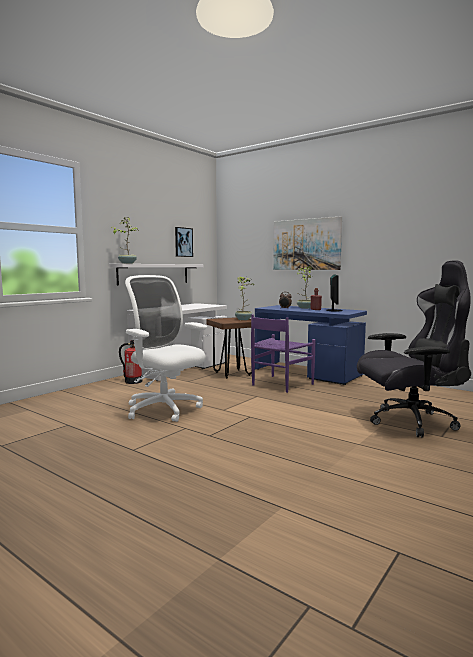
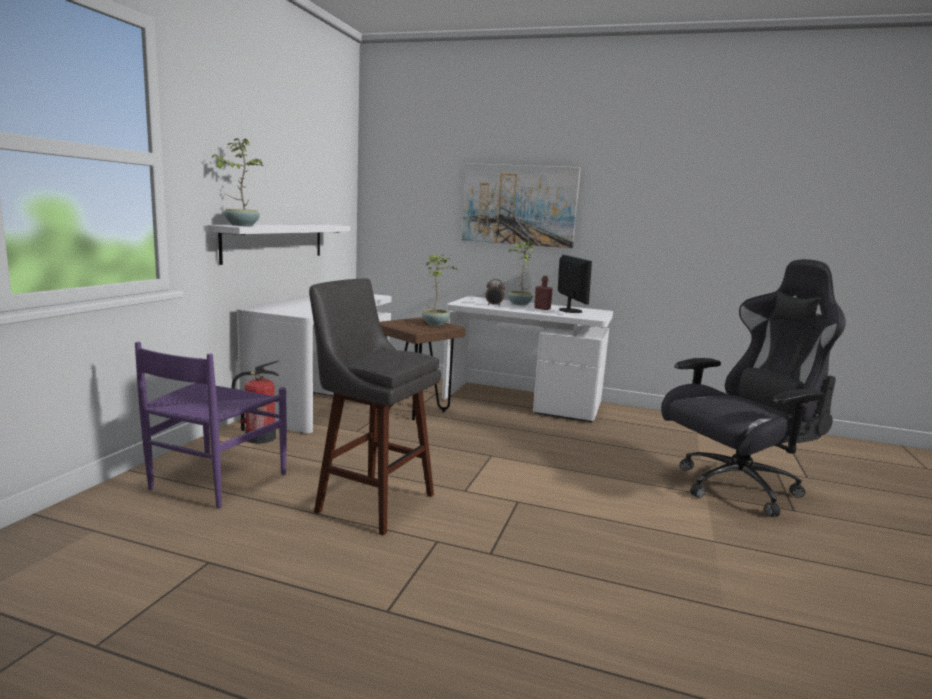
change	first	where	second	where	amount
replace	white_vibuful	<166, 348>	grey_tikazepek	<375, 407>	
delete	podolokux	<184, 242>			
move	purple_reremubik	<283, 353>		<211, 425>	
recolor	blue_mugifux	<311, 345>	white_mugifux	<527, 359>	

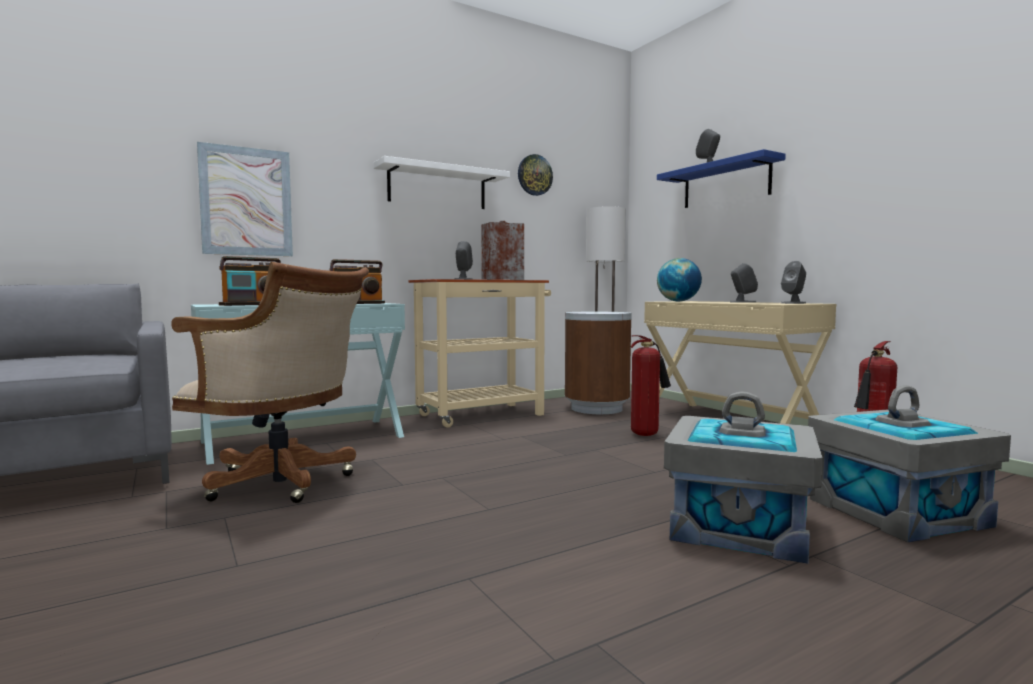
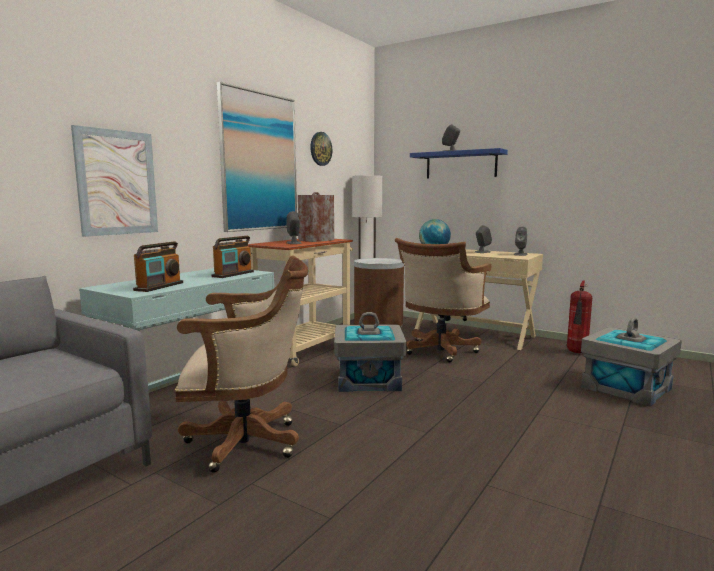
change	first	where	second	where	amount
replace	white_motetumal	<441, 182>	podolokux	<257, 157>	
replace	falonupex	<651, 385>	vibuful	<443, 300>	
move	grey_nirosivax	<743, 478>		<370, 352>	

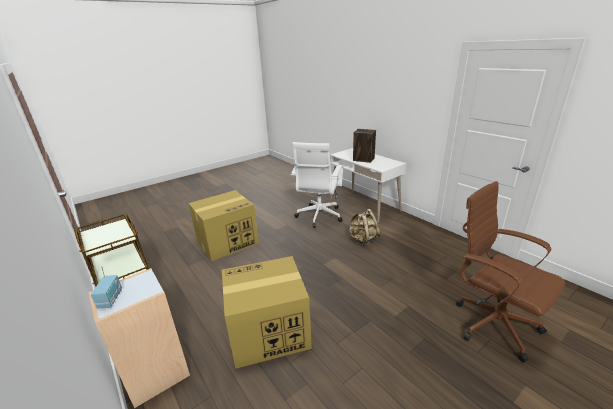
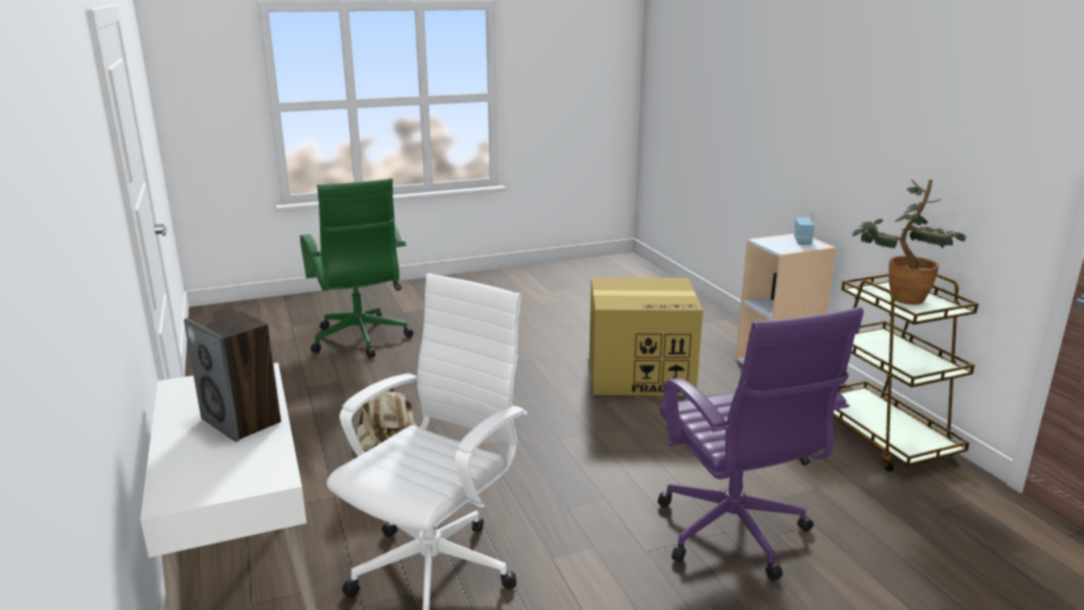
change	first	where	second	where	amount
replace	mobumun	<224, 225>	purple_vibuful	<761, 444>	
recolor	brown_vibuful	<510, 271>	green_vibuful	<356, 268>	
insert			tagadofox	<909, 242>	

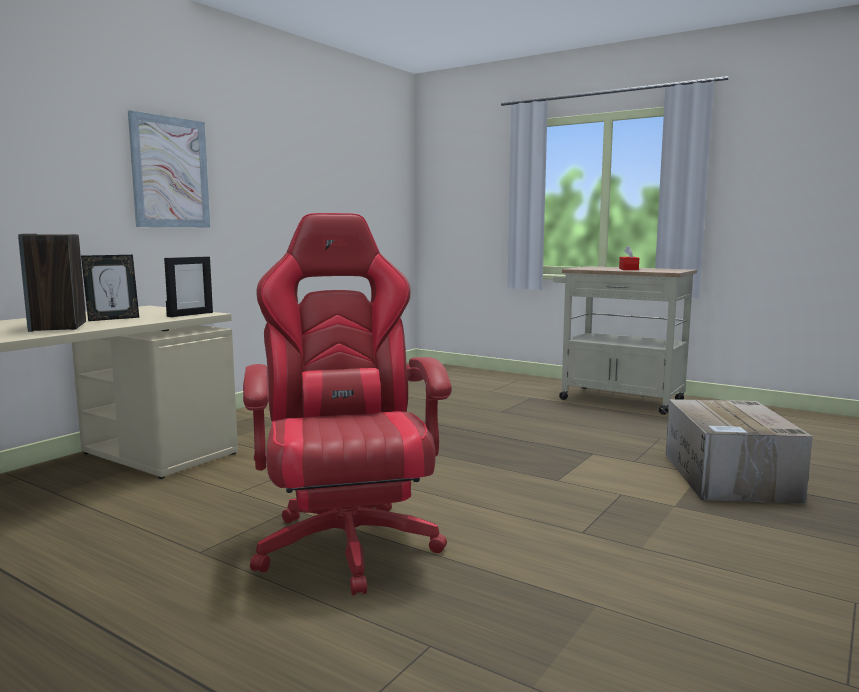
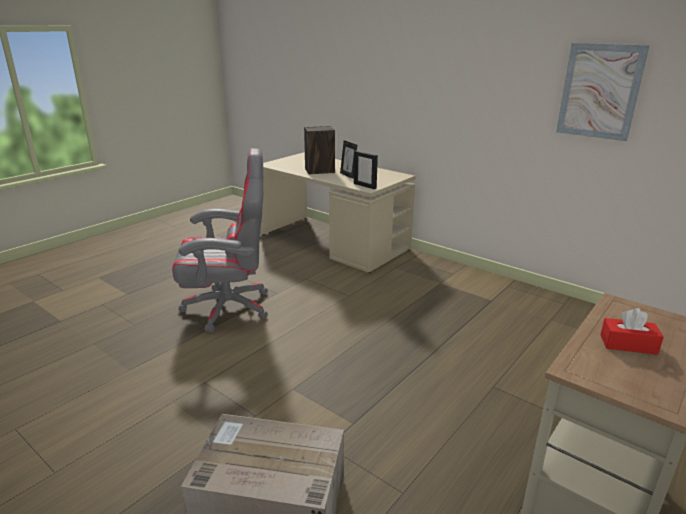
change	first	where	second	where	amount
move	podolokux	<169, 168>		<603, 92>	
recolor	red_vibuful	<347, 404>	grey_vibuful	<220, 240>	

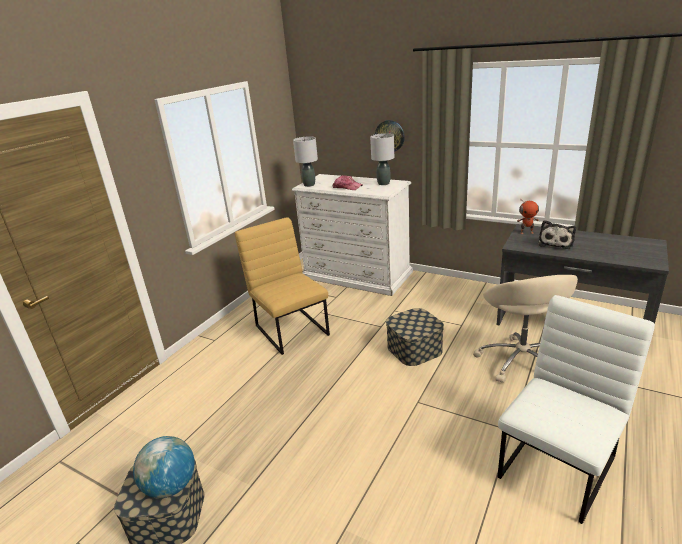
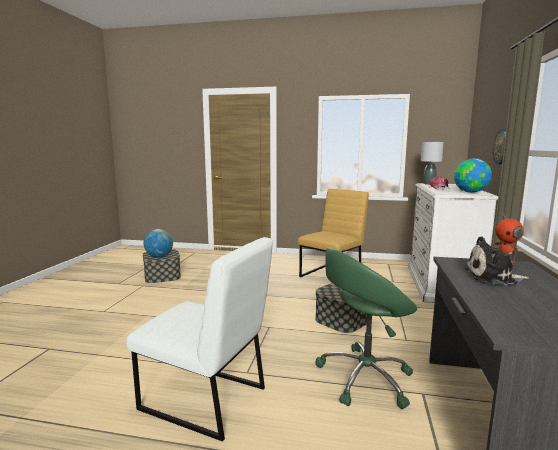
change	first	where	second	where	amount
replace	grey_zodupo	<382, 159>	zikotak	<473, 176>	
recolor	beige_vibuful	<525, 329>	green_vibuful	<366, 328>	

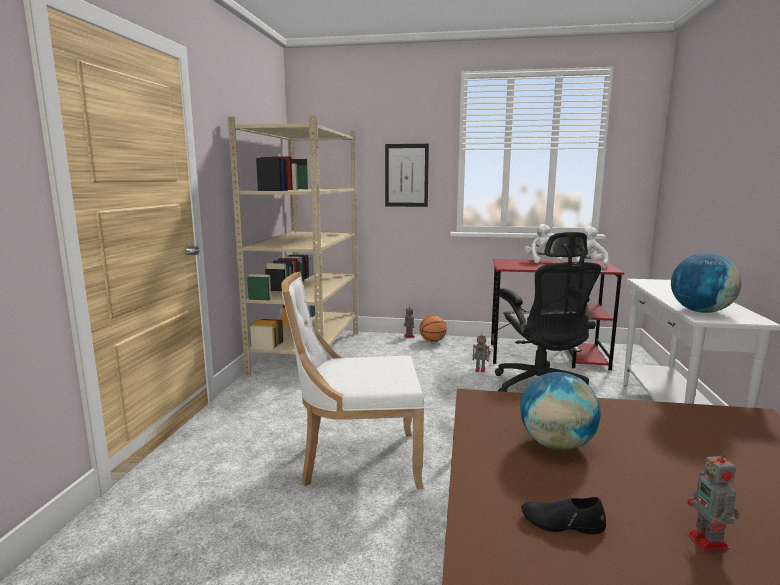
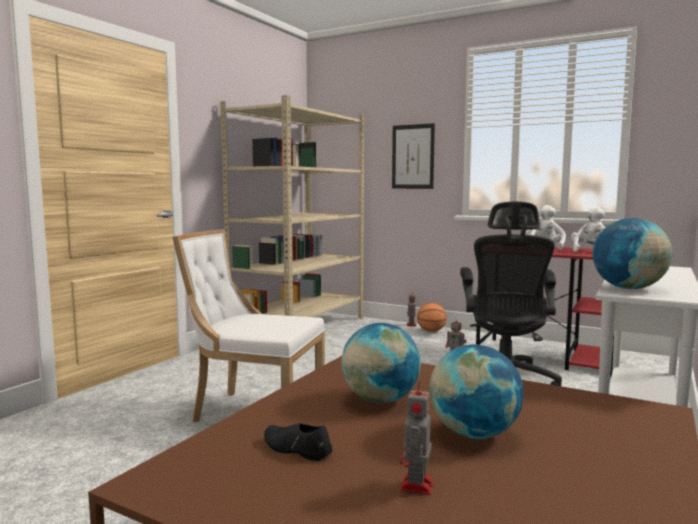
change	first	where	second	where	amount
insert			zikotak	<476, 391>	

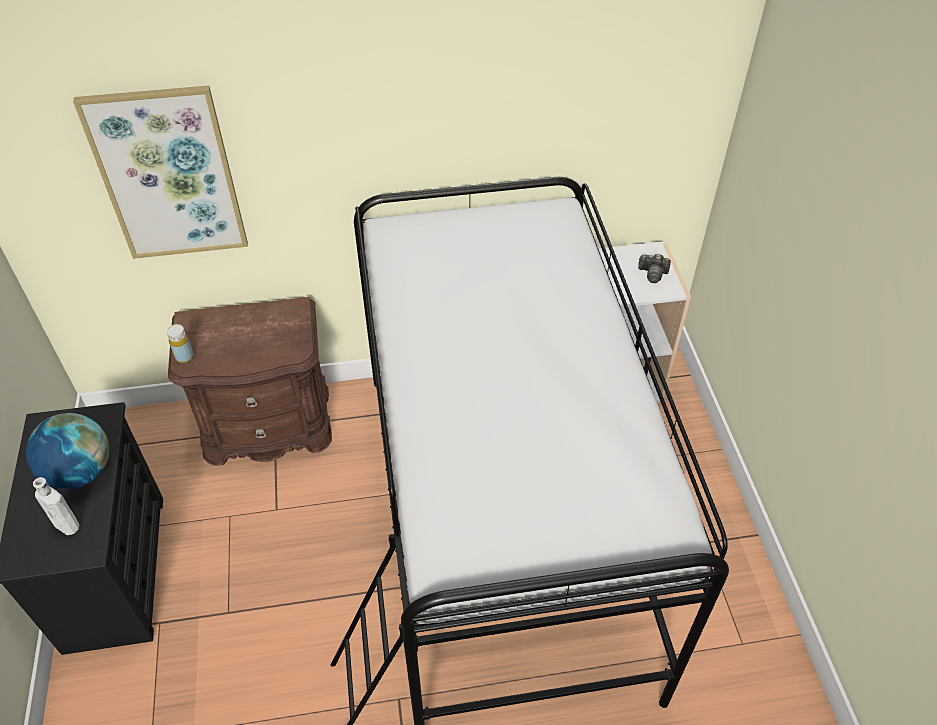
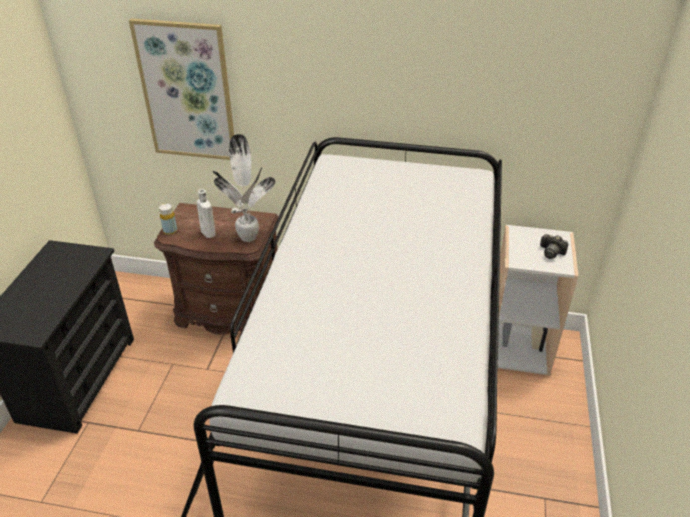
change	first	where	second	where	amount
delete	zikotak	<67, 451>			
move	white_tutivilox	<56, 506>		<206, 213>	
insert			tagadofox	<244, 188>	

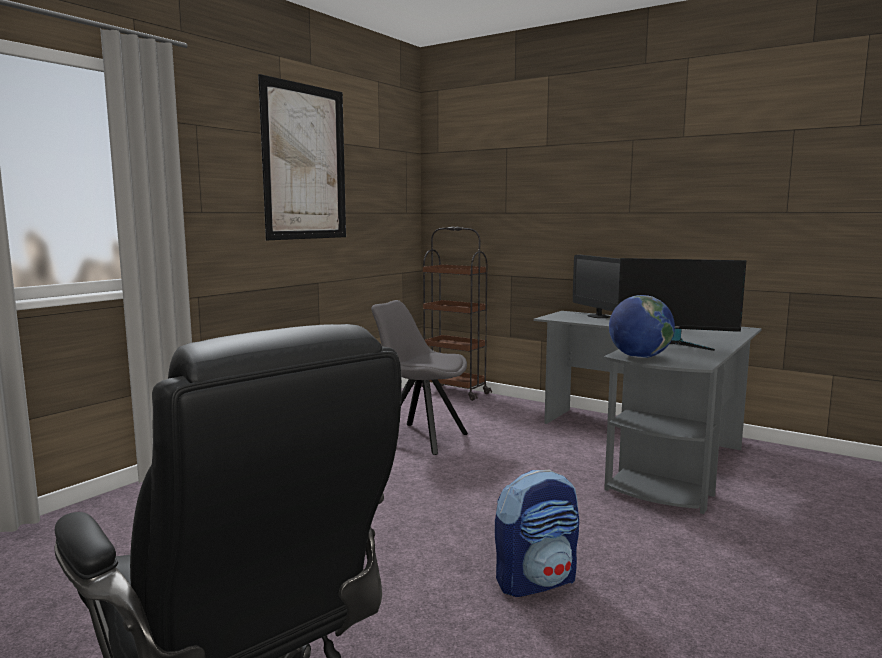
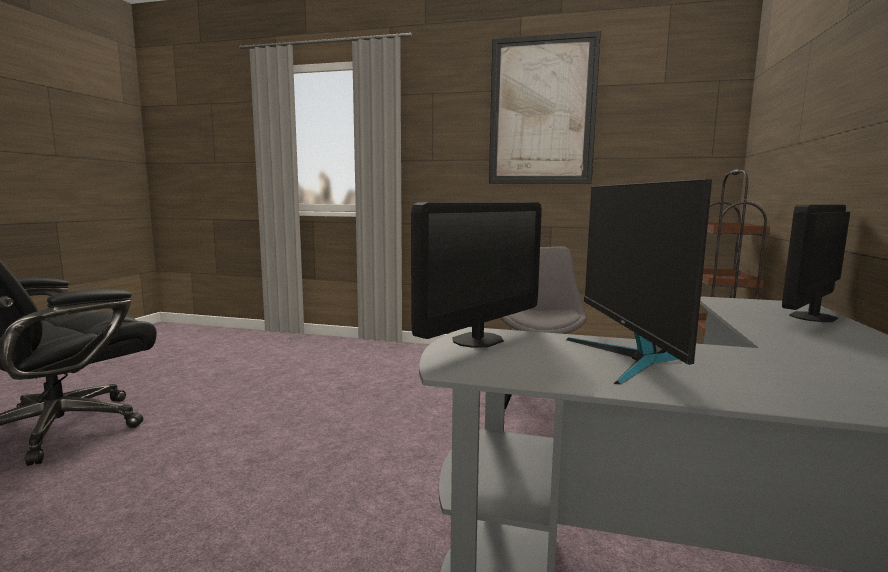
change	first	where	second	where	amount
delete	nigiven	<537, 533>			
replace	zikotak	<642, 326>	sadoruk	<476, 275>	

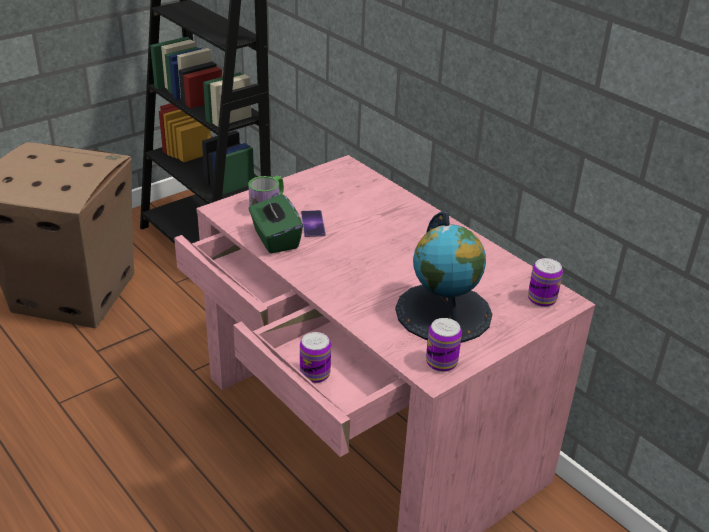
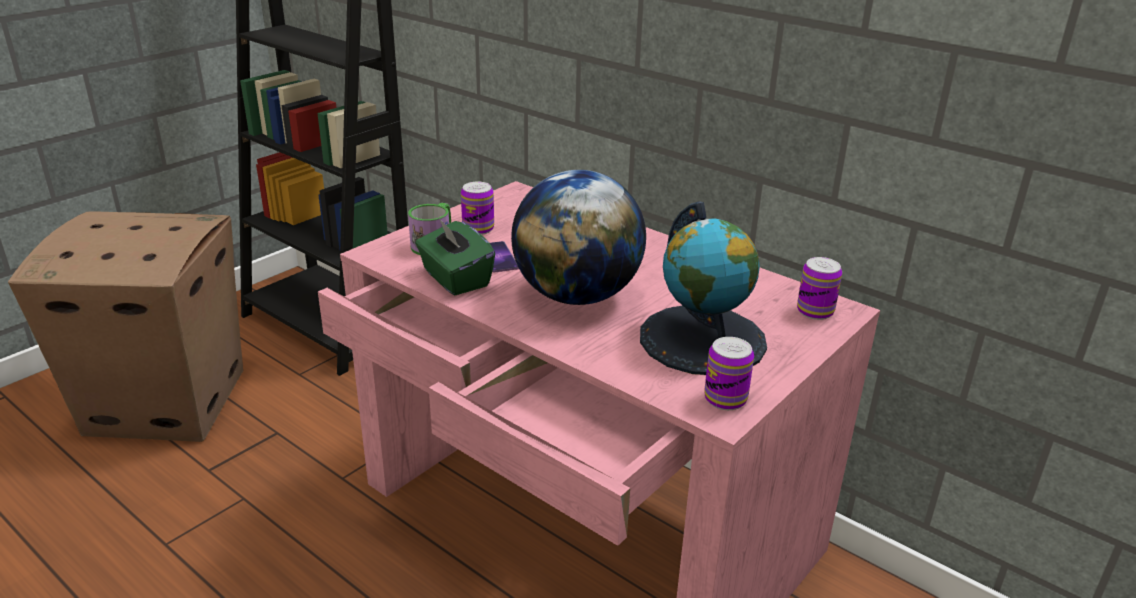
change	first	where	second	where	amount
move	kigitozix	<315, 357>		<477, 208>	
insert			zikotak	<578, 237>	

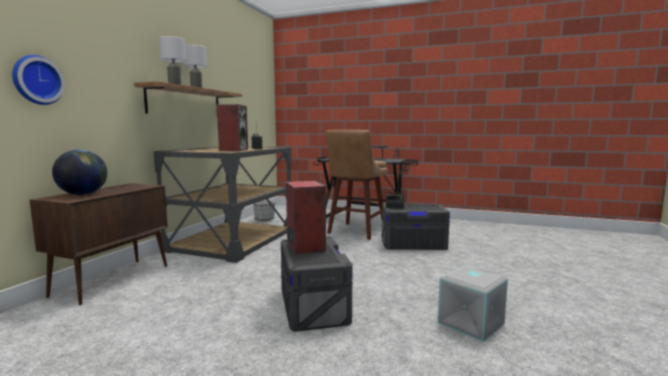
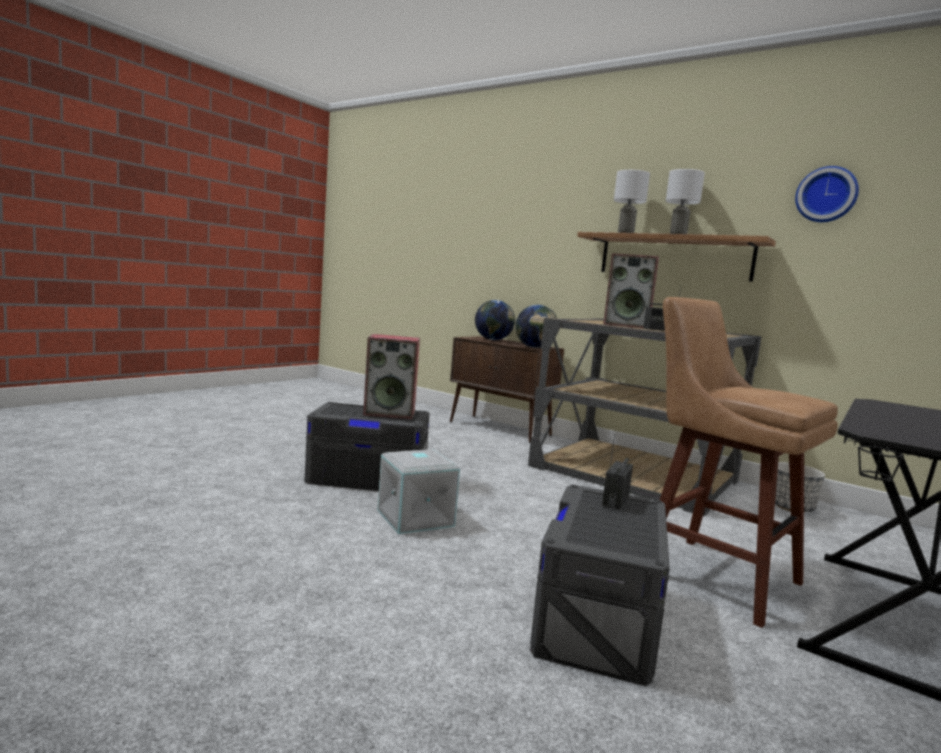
change	first	where	second	where	amount
move	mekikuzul	<38, 80>		<827, 194>	
move	grey_nirosivax	<473, 304>		<419, 491>	
insert			zikotak	<536, 326>	

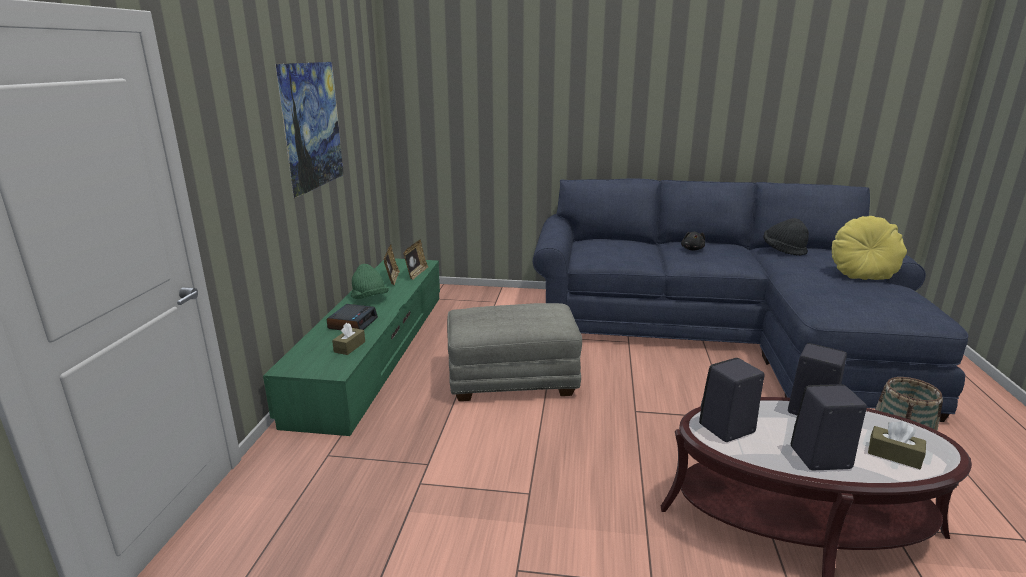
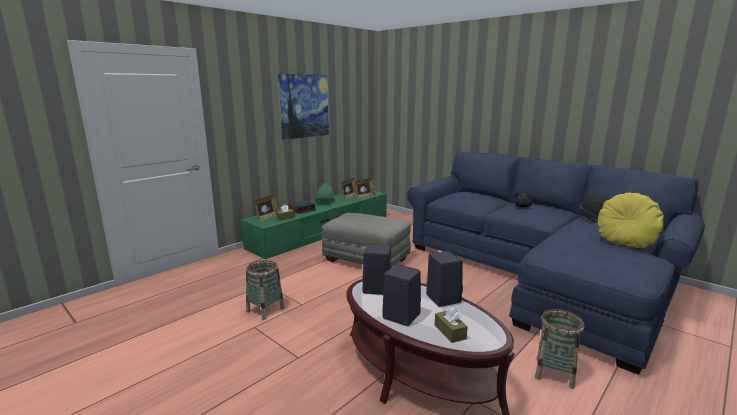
change	first	where	second	where	amount
insert			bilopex	<265, 290>	
insert			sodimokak	<266, 208>	

